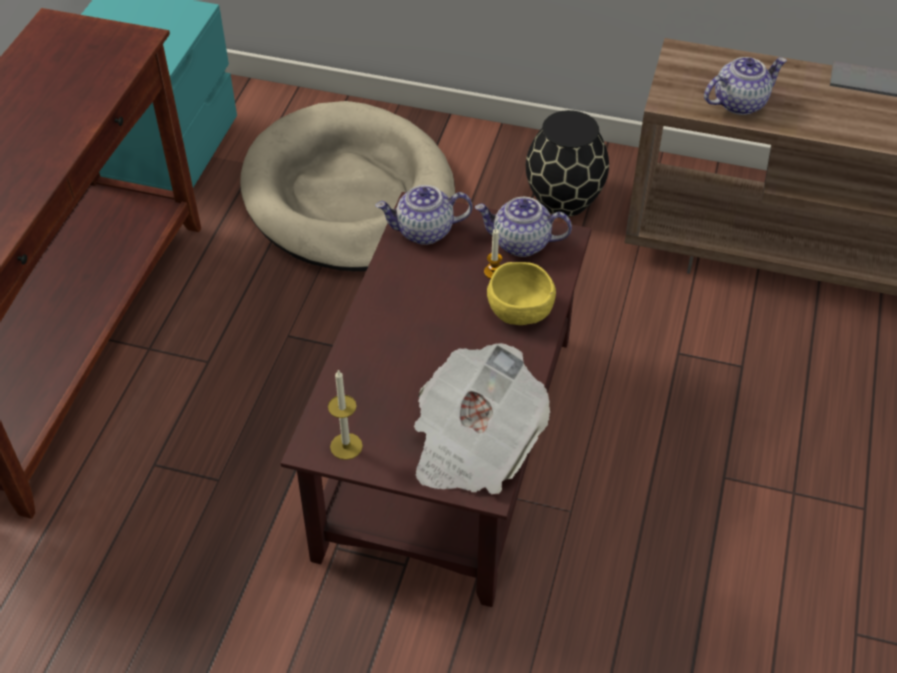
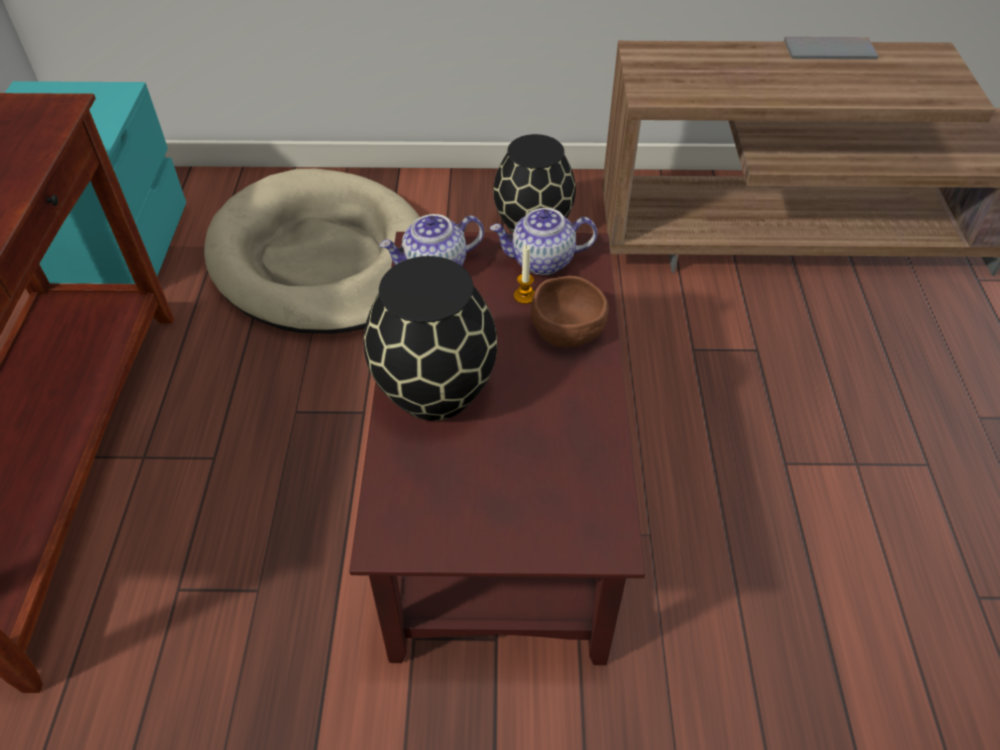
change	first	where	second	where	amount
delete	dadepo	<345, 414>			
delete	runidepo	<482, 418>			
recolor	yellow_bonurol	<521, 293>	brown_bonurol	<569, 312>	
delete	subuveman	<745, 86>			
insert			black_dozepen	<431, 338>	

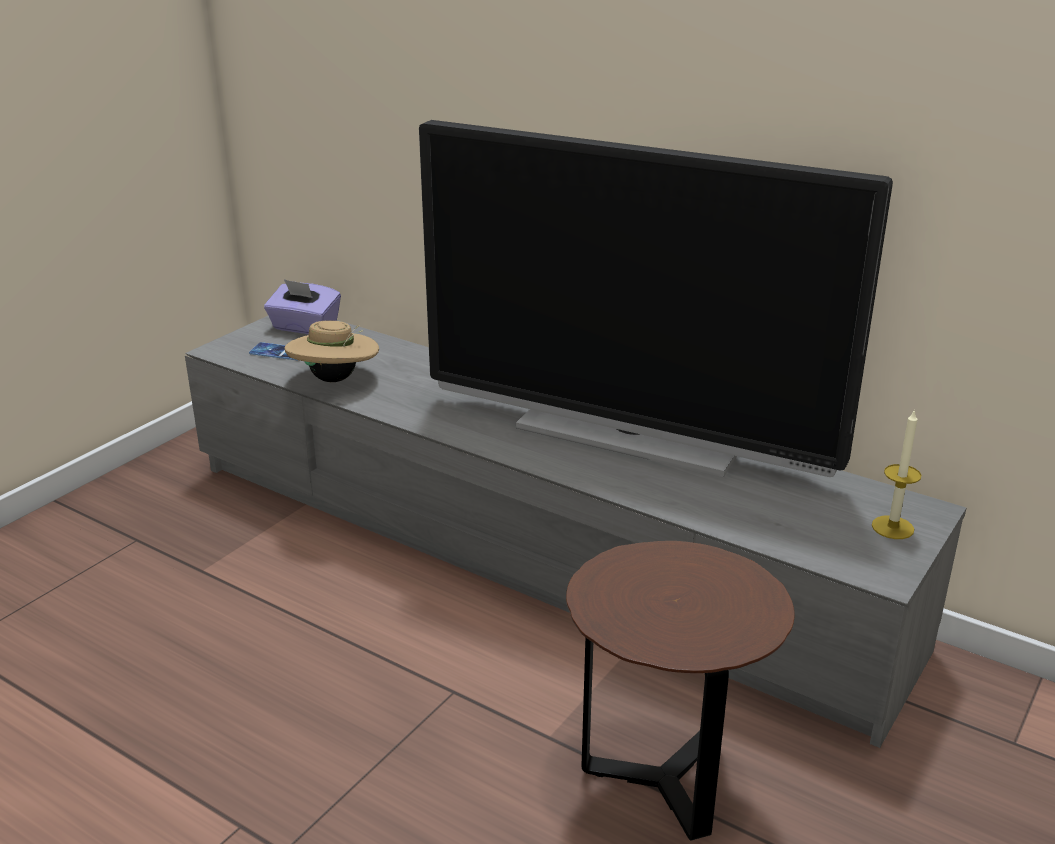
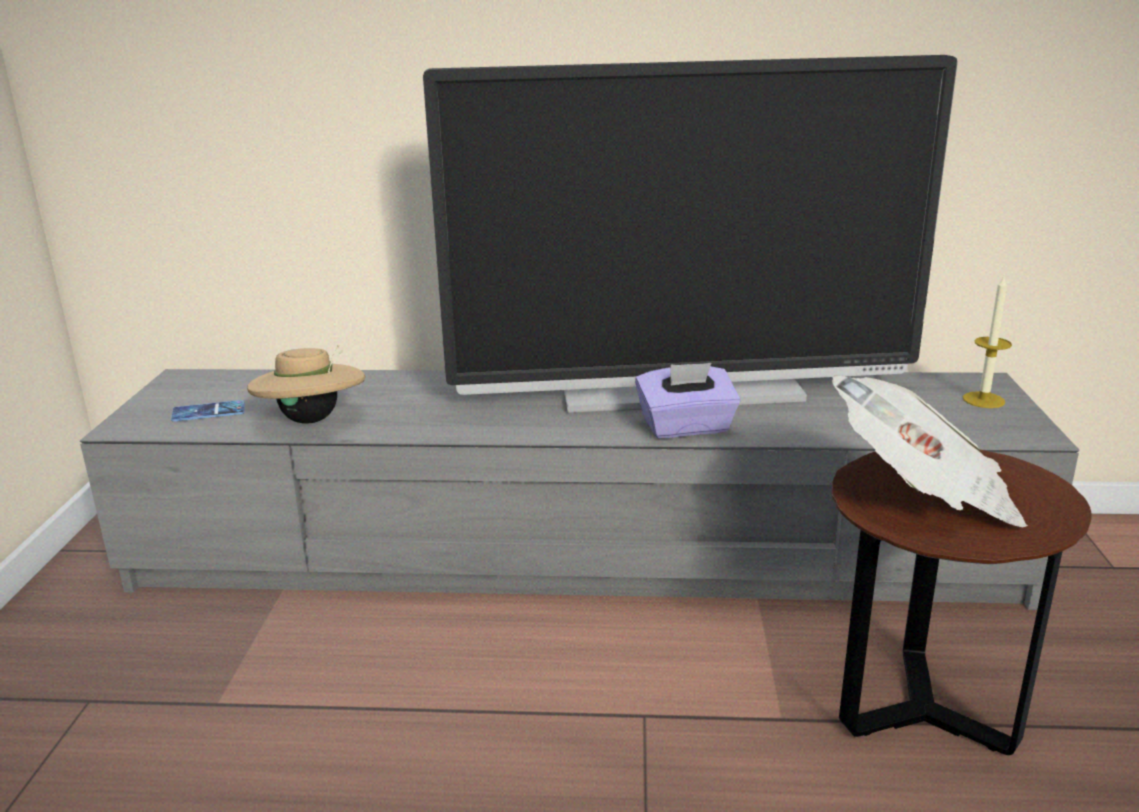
change	first	where	second	where	amount
move	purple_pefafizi	<302, 307>		<687, 400>	
insert			runidepo	<930, 451>	

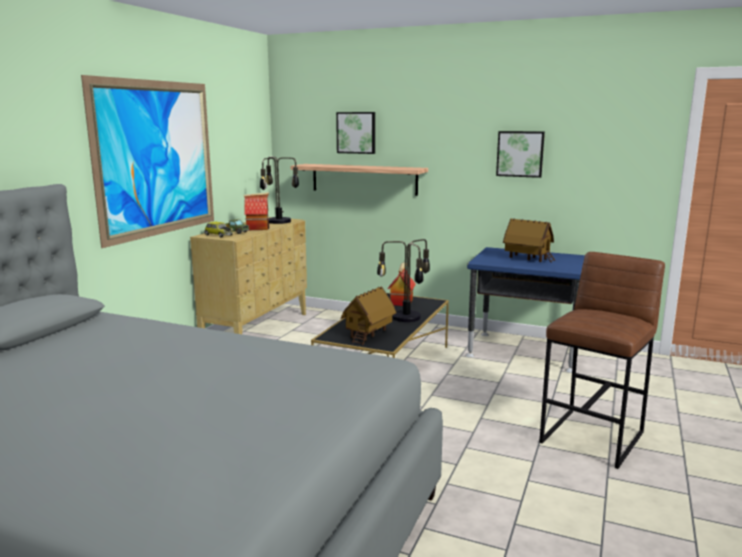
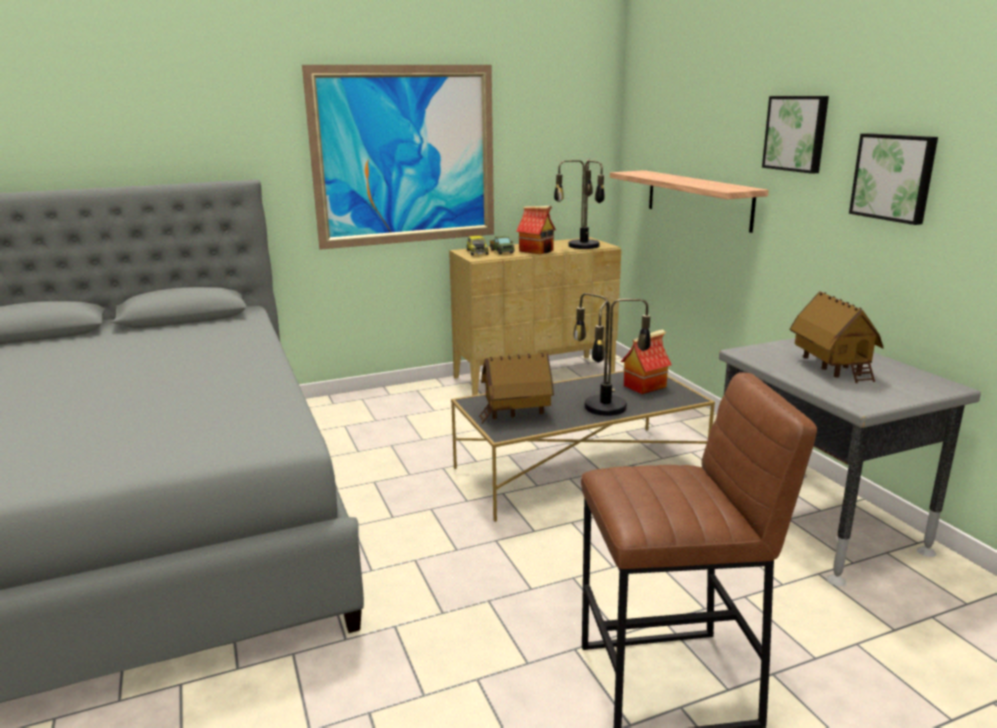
change	first	where	second	where	amount
move	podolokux	<355, 133>		<795, 135>	
recolor	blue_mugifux	<525, 310>	grey_mugifux	<850, 462>	

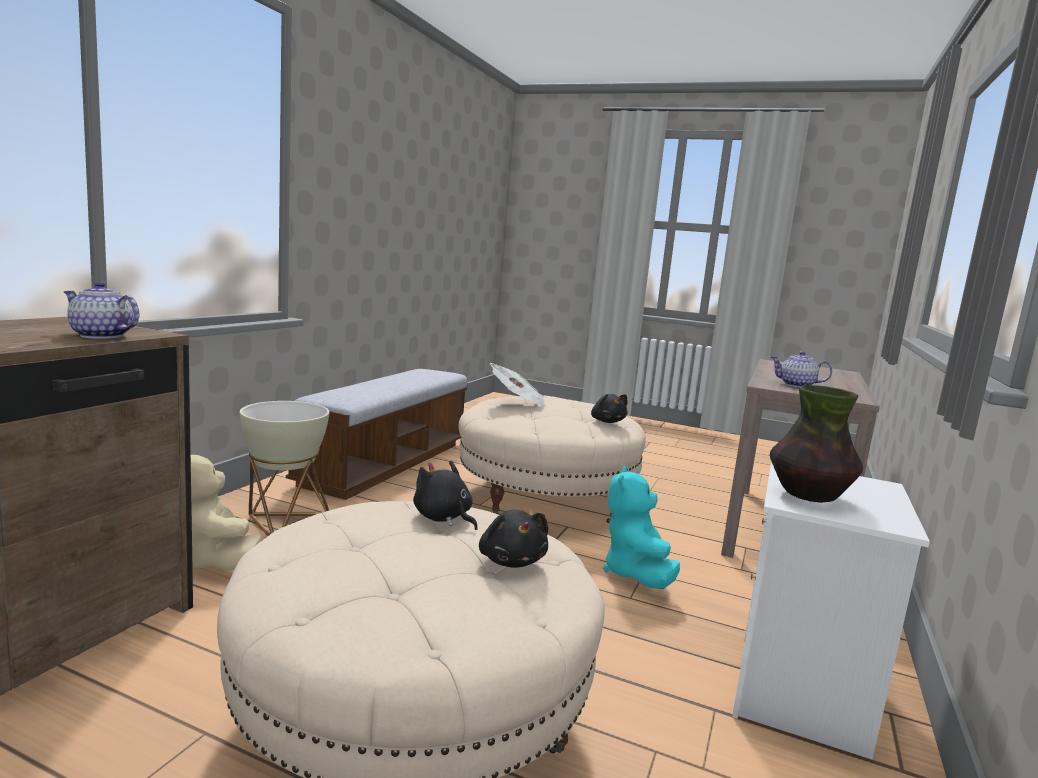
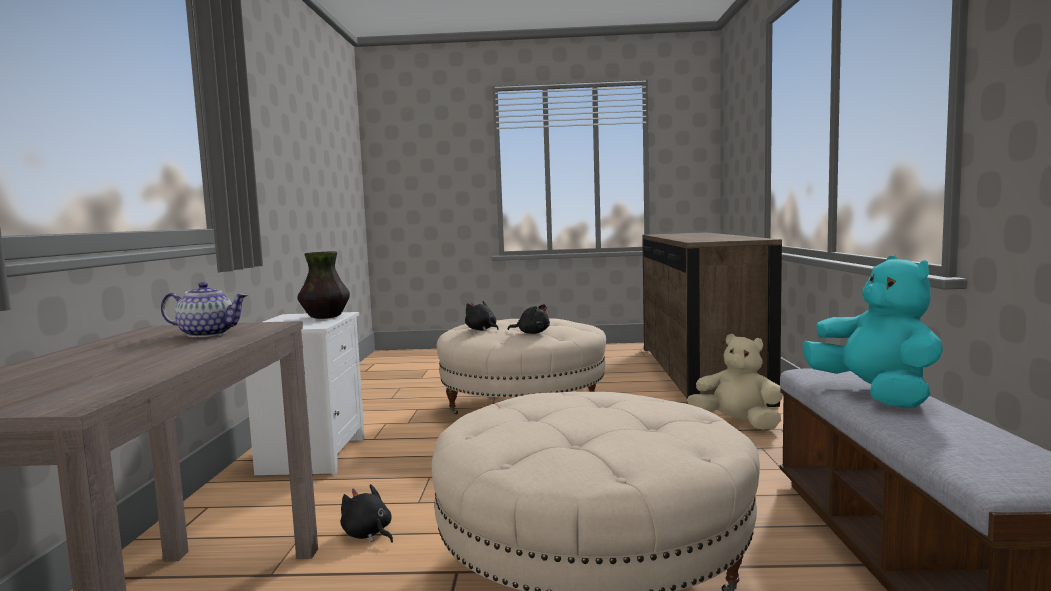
change	first	where	second	where	amount
delete	subuveman	<101, 310>			
delete	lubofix	<284, 468>			
delete	runidepo	<517, 385>			
move	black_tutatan	<609, 408>		<366, 513>	
move	turquoise_tutatan	<641, 527>		<873, 331>	

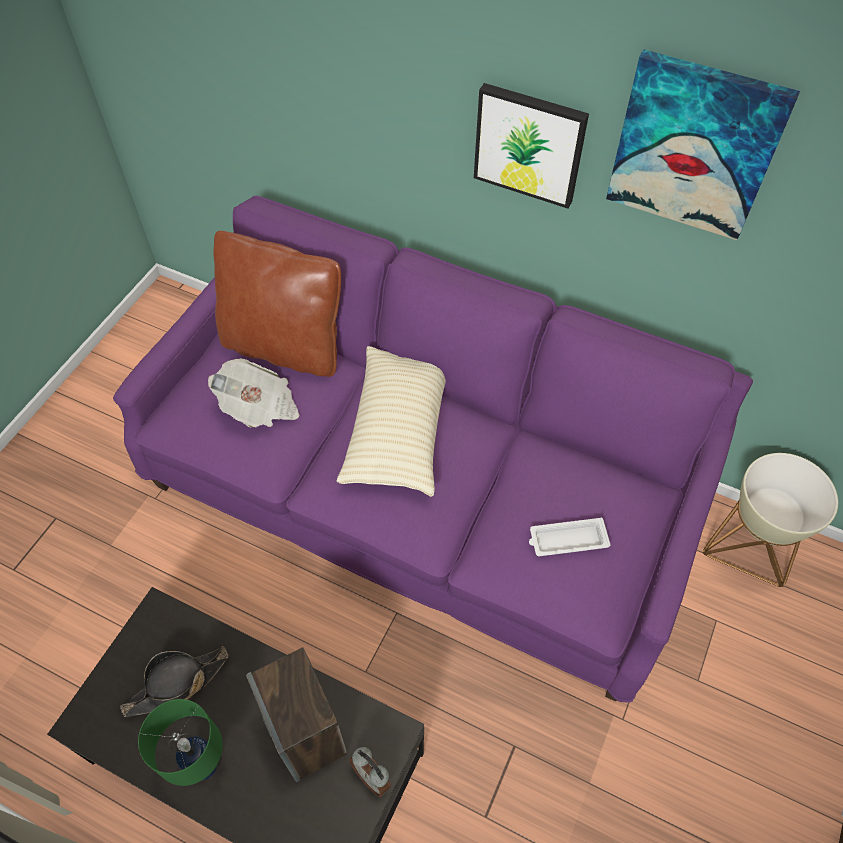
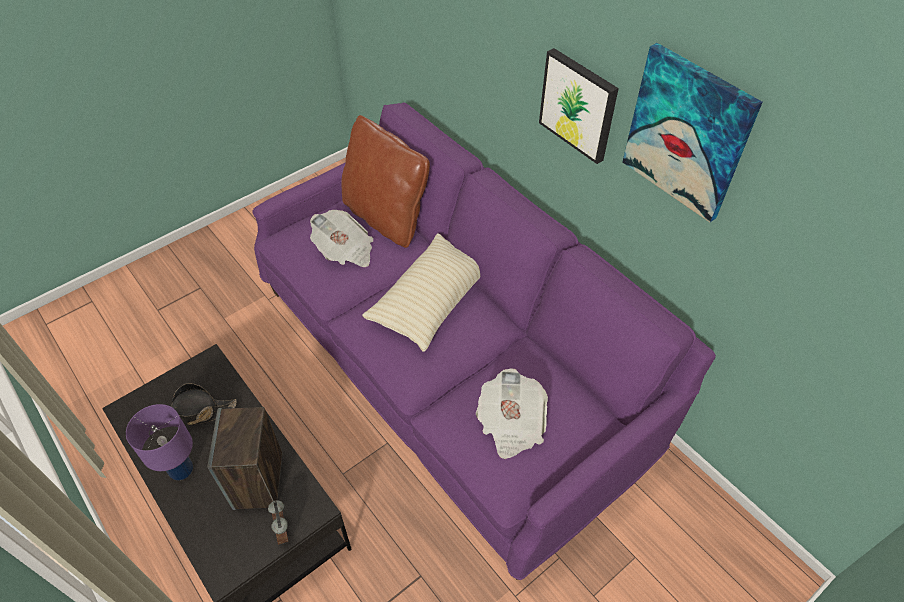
change	first	where	second	where	amount
recolor	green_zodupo	<180, 742>	purple_zodupo	<159, 442>	
replace	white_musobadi	<570, 537>	runidepo	<512, 414>	
delete	lubofix	<770, 520>			

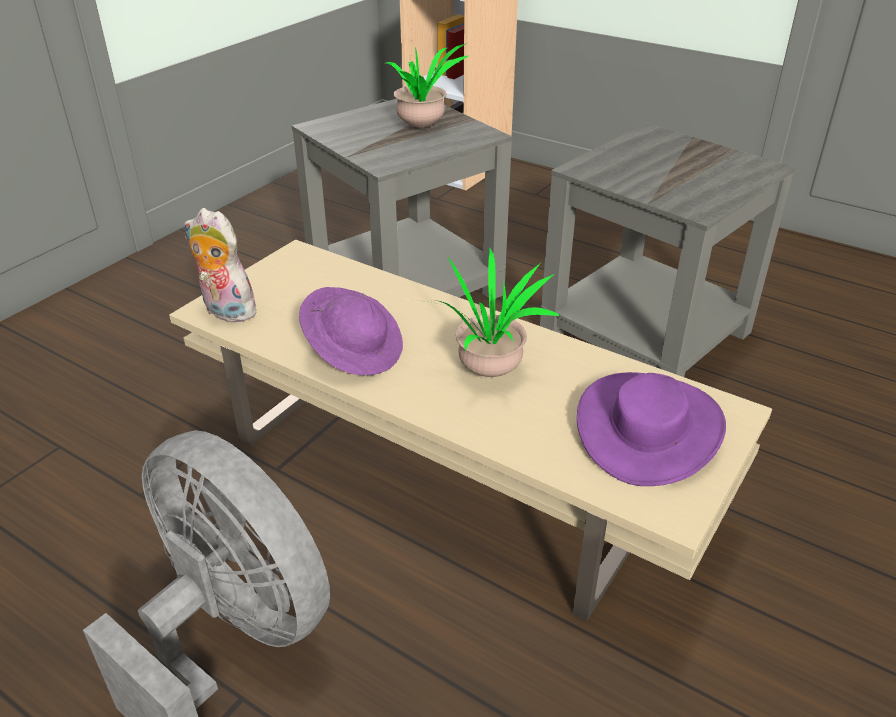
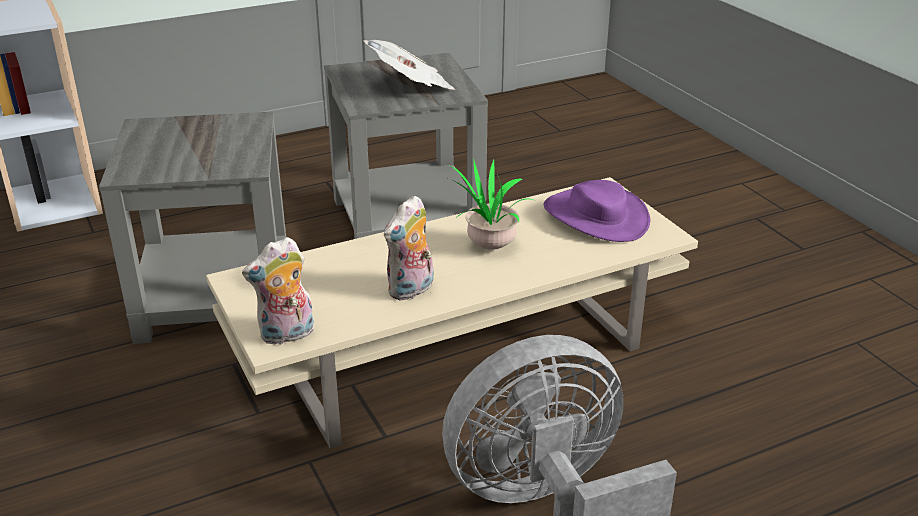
change	first	where	second	where	amount
replace	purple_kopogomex	<351, 331>	tutatan	<409, 248>	
delete	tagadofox	<426, 85>			
insert			runidepo	<409, 65>	

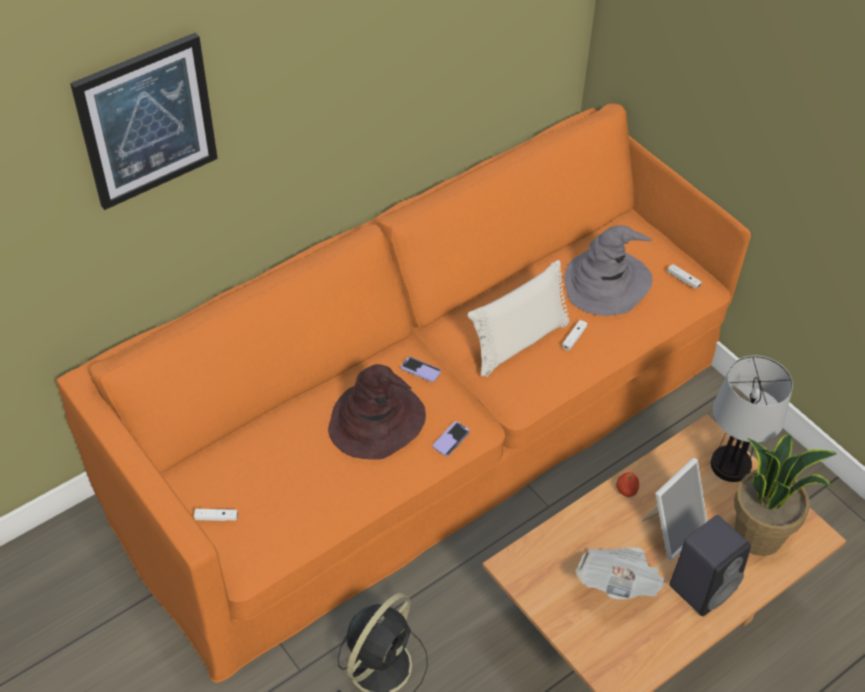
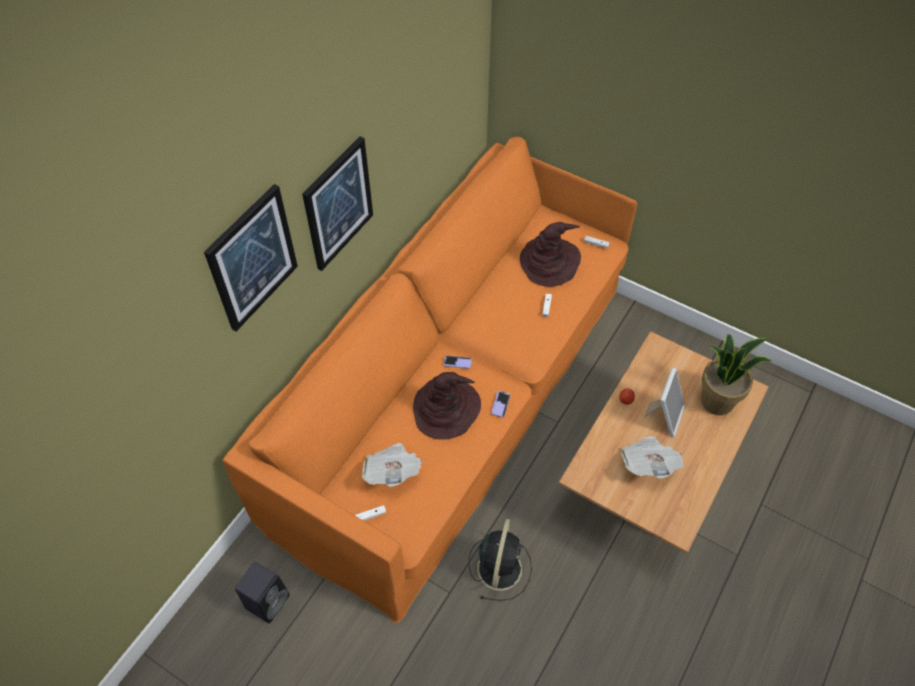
change	first	where	second	where	amount
delete	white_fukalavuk	<519, 318>			
recolor	grey_kopogomex	<608, 270>	brown_kopogomex	<550, 254>	
move	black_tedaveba	<710, 565>		<262, 592>	
delete	zodupo	<752, 418>			
insert			podolokux	<337, 203>	
insert			runidepo	<392, 465>	

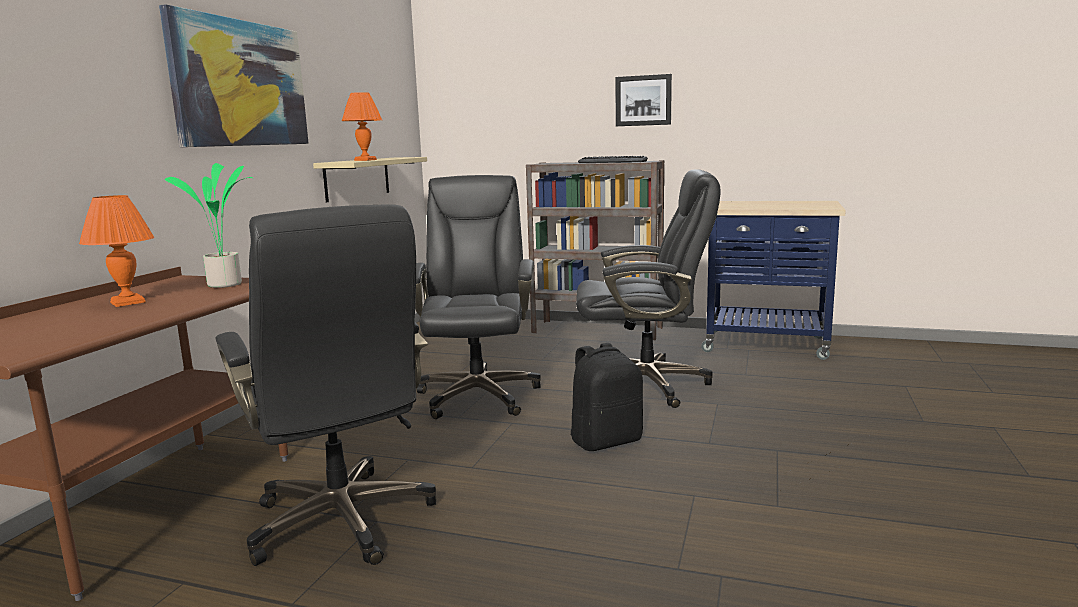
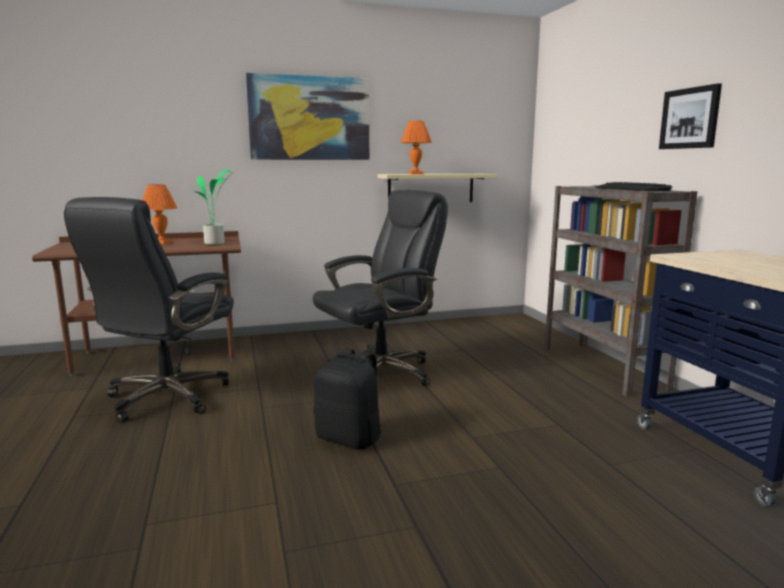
change	first	where	second	where	amount
delete	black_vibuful	<648, 288>			

